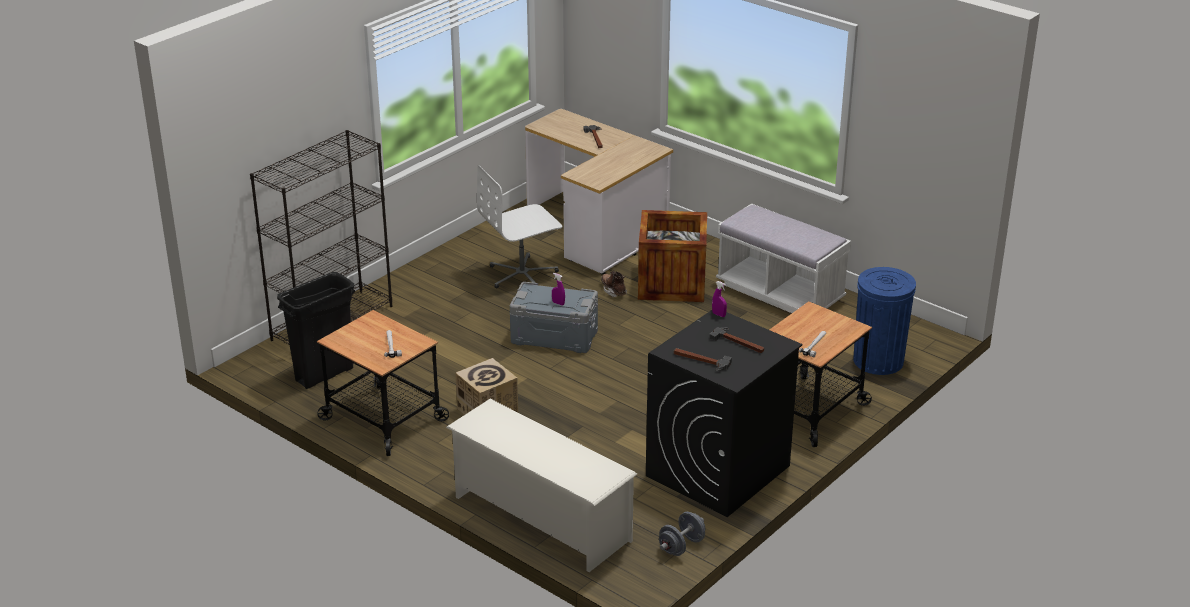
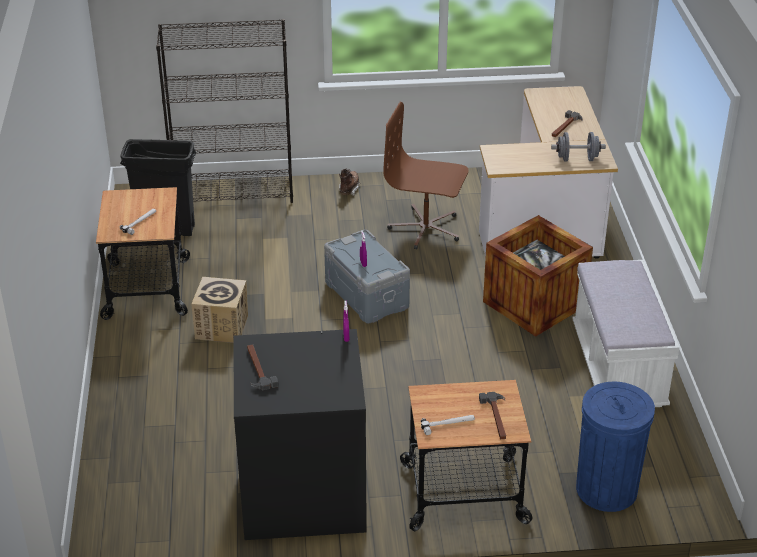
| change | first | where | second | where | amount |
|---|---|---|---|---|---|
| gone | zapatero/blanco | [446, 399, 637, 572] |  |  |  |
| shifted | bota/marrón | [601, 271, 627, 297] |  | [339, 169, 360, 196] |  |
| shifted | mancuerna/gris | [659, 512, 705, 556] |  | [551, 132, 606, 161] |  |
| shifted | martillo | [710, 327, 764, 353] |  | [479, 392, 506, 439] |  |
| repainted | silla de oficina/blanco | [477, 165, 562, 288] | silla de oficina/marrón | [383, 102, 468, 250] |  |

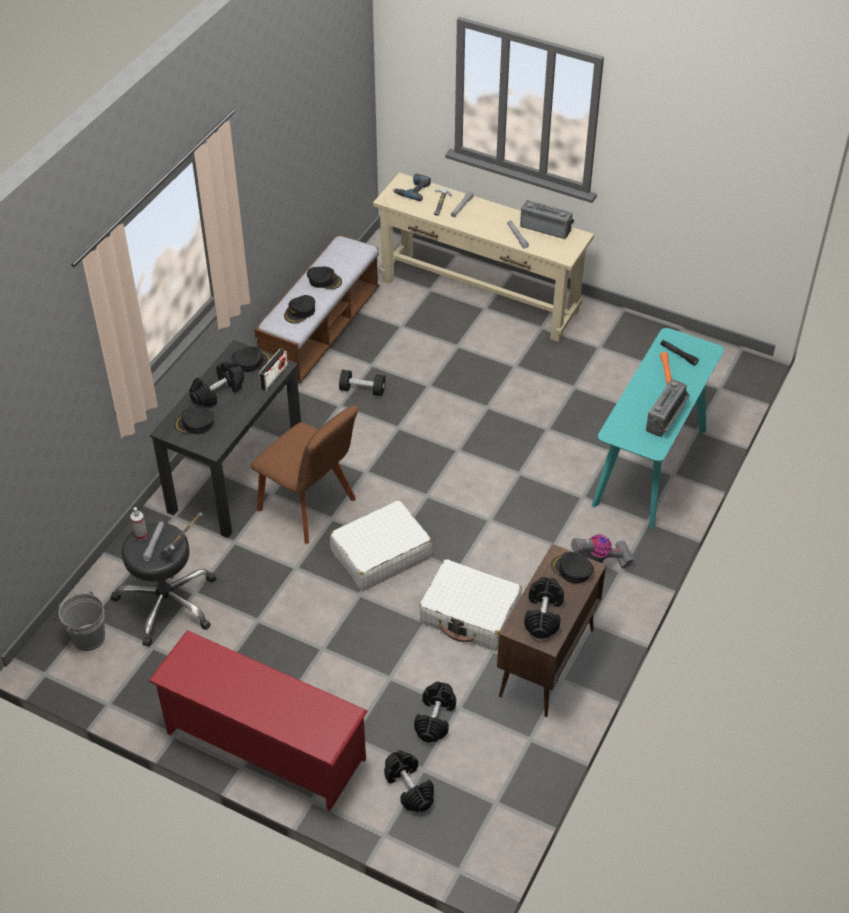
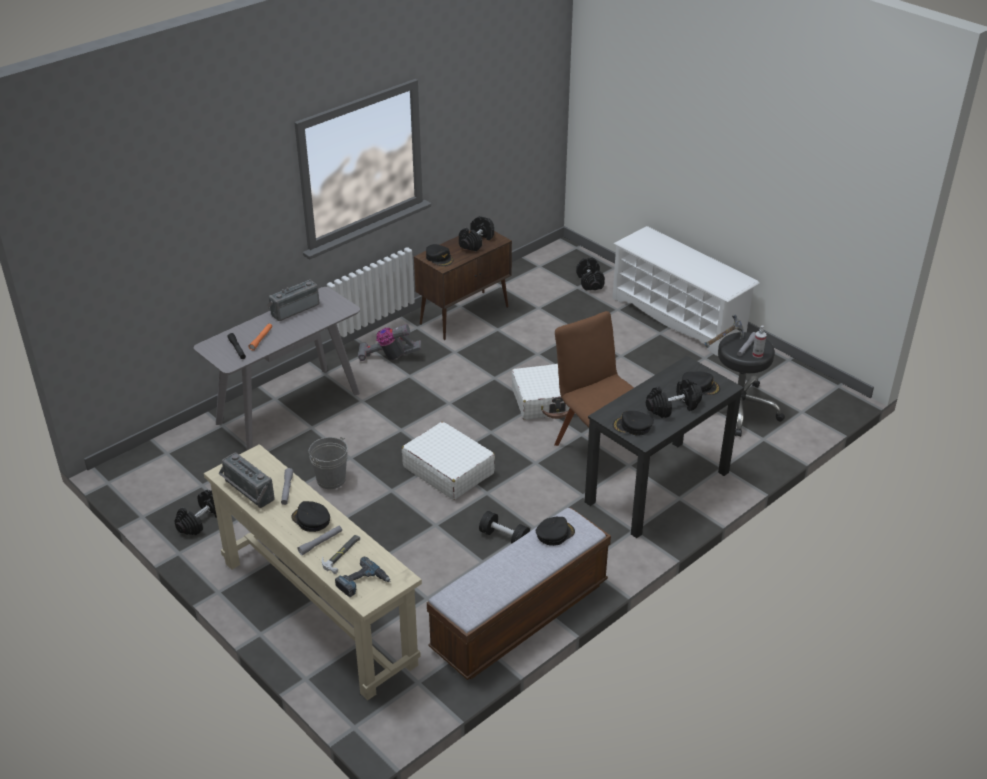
| change | first | where | second | where | amount |
|---|---|---|---|---|---|
| gone | radio | [259, 349, 288, 391] |  |  |  |
| shifted | cubo/gris | [59, 590, 105, 651] |  | [309, 437, 348, 489] |  |
| shifted | gorra/negro | [307, 267, 342, 289] |  | [291, 501, 330, 532] |  |
| shifted | mancuerna/negro | [414, 681, 456, 743] |  | [174, 490, 217, 535] |  |
| shifted | maleta/blanco | [419, 559, 522, 650] |  | [402, 422, 495, 500] |  |
| repainted | zapatero/rojo | [148, 630, 368, 811] | zapatero/blanco | [612, 226, 760, 356] |  |
| repainted | mesa consola/turquesa | [592, 328, 724, 529] | mesa consola/gris | [194, 287, 360, 450] |  |

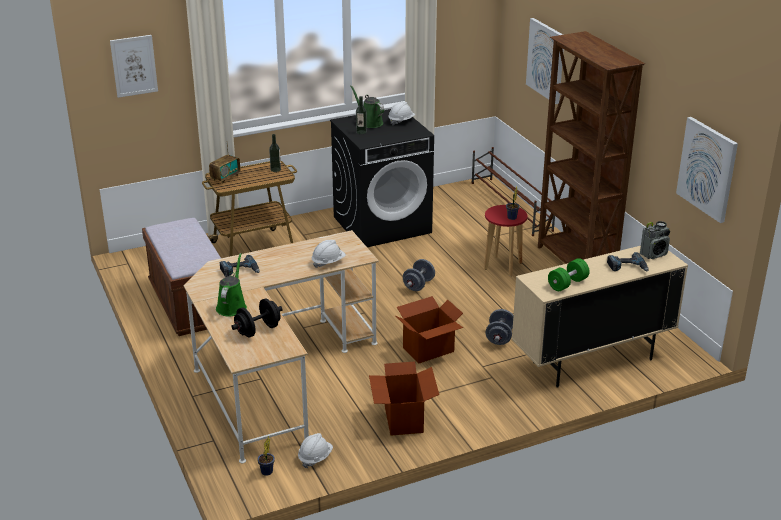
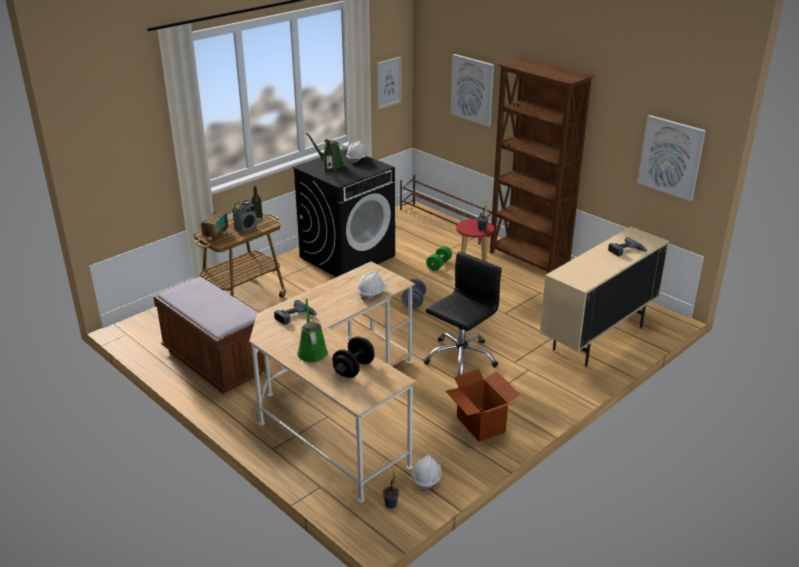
| change | first | where | second | where | amount |
|---|---|---|---|---|---|
| gone | mancuerna/gris | [486, 309, 513, 345] |  |  |  |
| shifted | cuadro | [110, 35, 158, 98] |  | [377, 57, 401, 110] |  |
| shifted | mancuerna/verde | [548, 258, 590, 291] |  | [426, 246, 452, 271] |  |
| shifted | radio | [640, 221, 670, 259] |  | [232, 200, 257, 232] |  |
| swapped | caja de cartón | [396, 296, 463, 364] | silla de oficina/negro | [423, 251, 502, 376] |  |

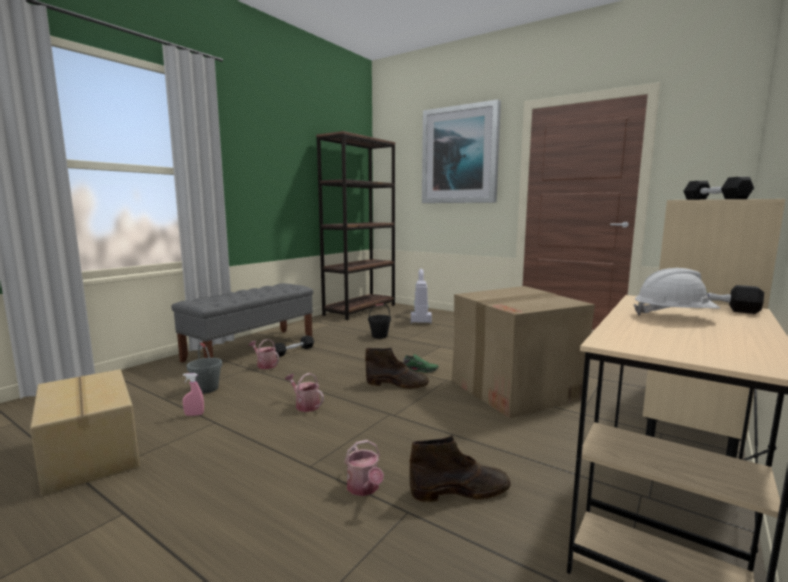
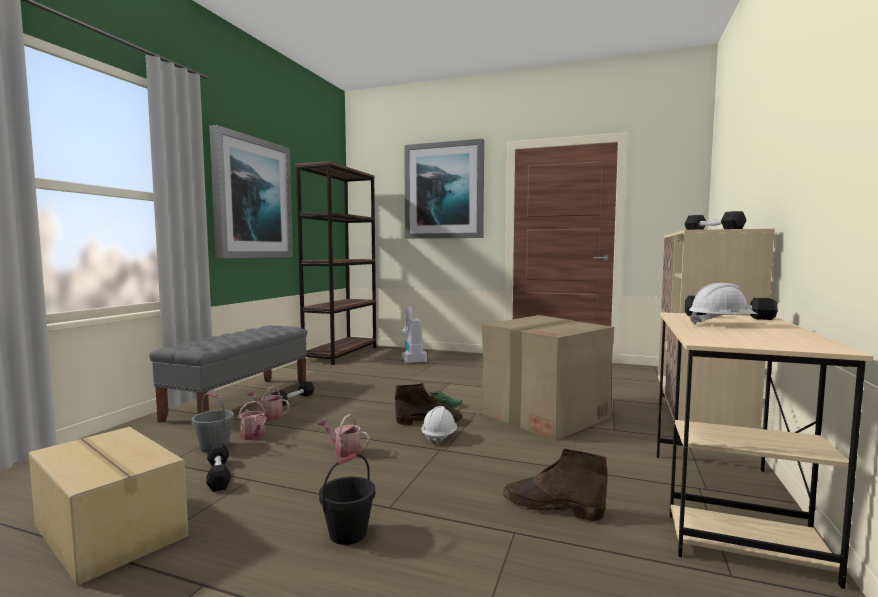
| change | first | where | second | where | amount |
|---|---|---|---|---|---|
| new |  |  | cuadro | [209, 125, 293, 258] |  |
| new |  |  | casco/blanco | [421, 406, 457, 445] |  |
| shifted | regadera | [344, 440, 384, 496] |  | [238, 401, 267, 440] |  |
| shifted | cubo/negro | [368, 303, 391, 339] |  | [319, 454, 375, 545] |  |
| swapped | pulverizador/rosa | [183, 373, 204, 416] | mancuerna/negro | [206, 443, 231, 492] |  |
| rotated | bota/marrón | [409, 435, 511, 502] |  | [503, 449, 608, 521] | 135 degrees counterclockwise |

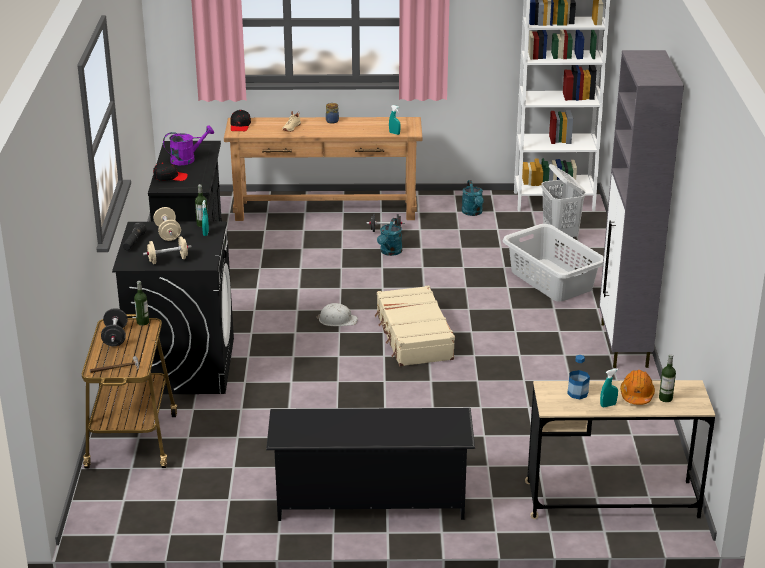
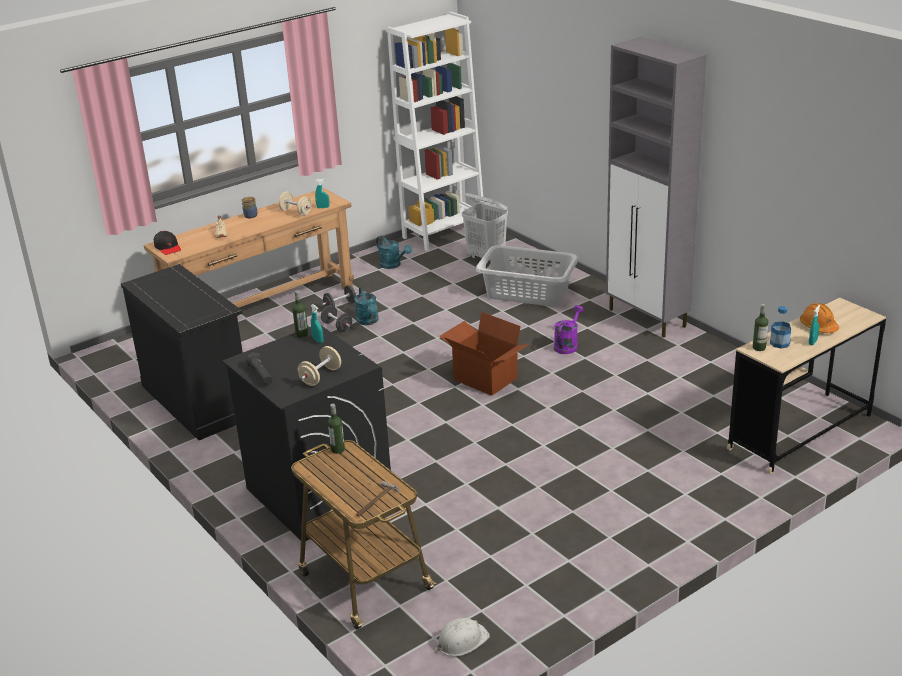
| change | first | where | second | where | amount |
|---|---|---|---|---|---|
| gone | gorra/negro | [153, 162, 188, 181] |  |  |  |
| gone | zapatero/negro | [266, 408, 475, 521] |  |  |  |
| shifted | mancuerna/negro | [101, 308, 128, 346] |  | [321, 305, 352, 332] |  |
| shifted | mancuerna/beis | [153, 207, 181, 241] |  | [279, 191, 312, 216] |  |
| shifted | regadera/morado | [163, 125, 214, 165] |  | [554, 305, 584, 354] |  |
| shifted | casco/blanco | [316, 303, 358, 326] |  | [437, 618, 490, 656] |  |
| shifted | botella | [659, 354, 676, 402] |  | [753, 304, 768, 351] |  |
| swapped | maleta/beis | [375, 285, 455, 366] | caja de cartón | [439, 312, 529, 396] |  |

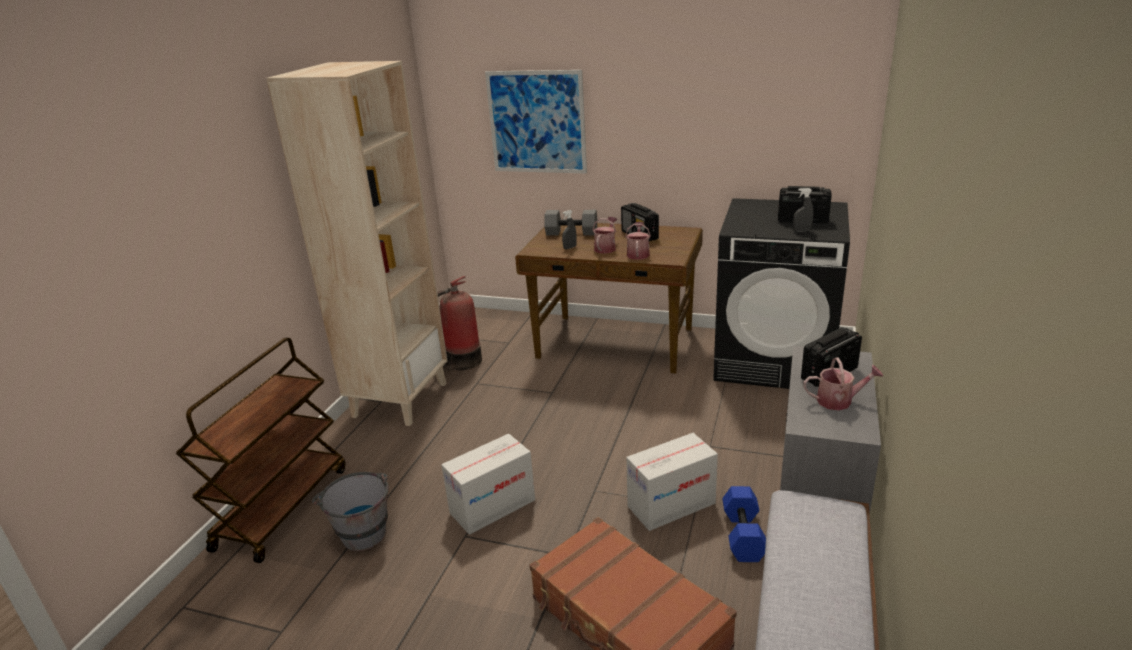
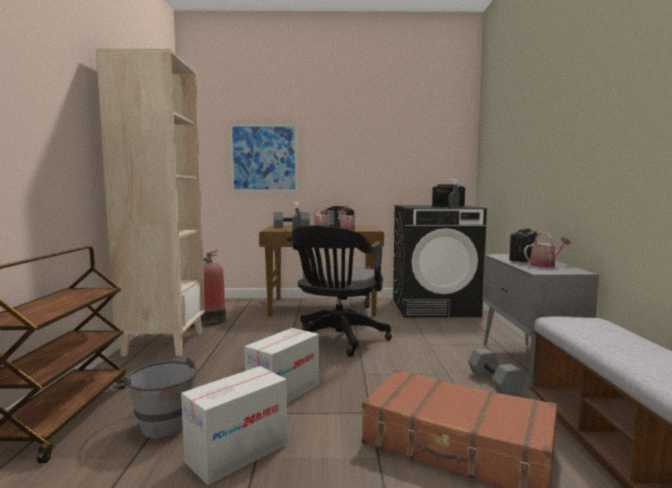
| change | first | where | second | where | amount |
|---|---|---|---|---|---|
| new |  |  | silla de oficina/negro | [292, 225, 392, 357] |  |
| shifted | caja de cartón | [626, 433, 718, 531] |  | [181, 366, 287, 485] |  |
| repainted | mancuerna/azul | [722, 486, 766, 562] | mancuerna/gris | [468, 348, 527, 396] |  |

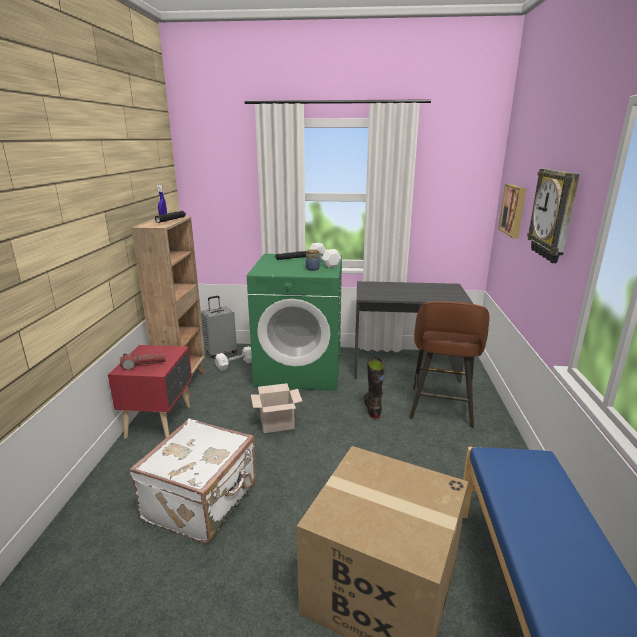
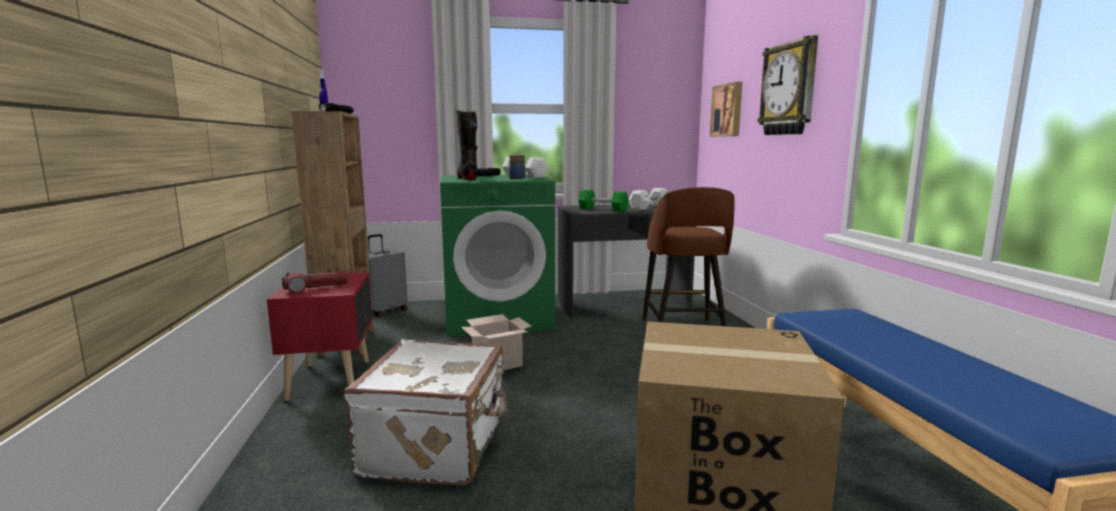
| change | first | where | second | where | amount |
|---|---|---|---|---|---|
| new |  |  | mancuerna/verde | [578, 190, 629, 212] |  |
| shifted | mancuerna/blanco | [215, 346, 252, 371] |  | [629, 188, 668, 210] |  |
| shifted | bota/negro | [364, 358, 385, 418] |  | [456, 110, 478, 180] |  |

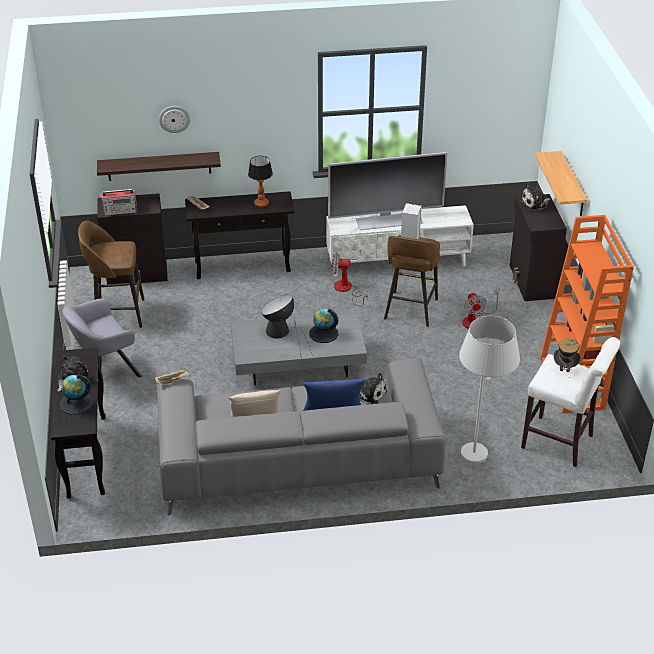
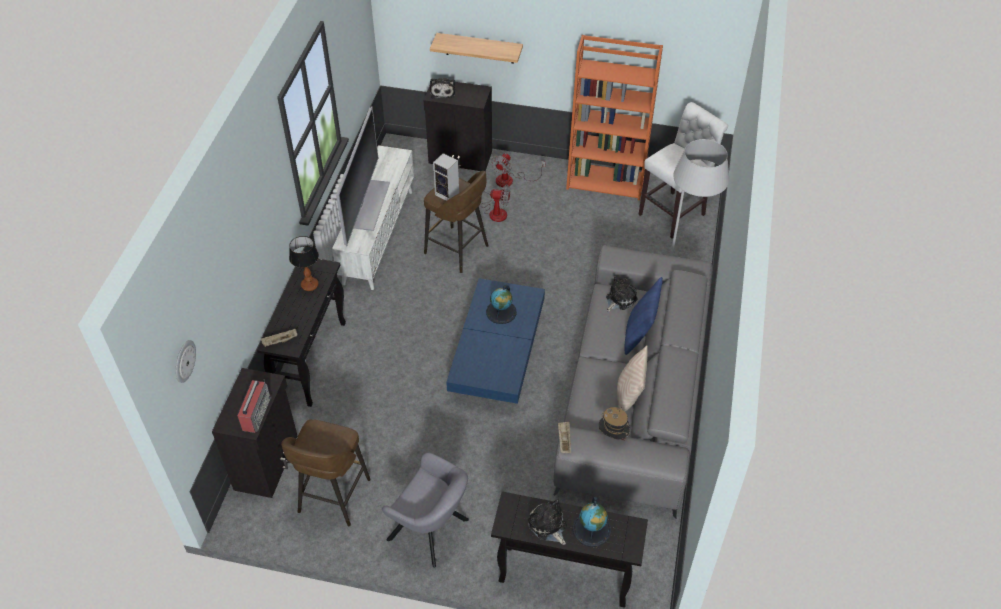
| change | first | where | second | where | amount |
|---|---|---|---|---|---|
| gone | estante | [97, 152, 221, 181] |  |  |  |
| gone | lámpara de mesa | [261, 294, 313, 356] |  |  |  |
| shifted | reloj de pared | [159, 106, 190, 133] |  | [176, 340, 196, 383] |  |
| shifted | ventilador | [332, 252, 368, 306] |  | [491, 153, 545, 187] |  |
| shifted | sombrero | [554, 338, 580, 379] |  | [599, 407, 630, 441] |  |
| repainted | mesa de centro/gris | [231, 312, 367, 386] | mesa de centro/azul | [446, 278, 545, 404] |  |
| rotated | sillón/gris | [62, 299, 142, 377] |  | [382, 453, 469, 568] | 45 degrees counterclockwise |

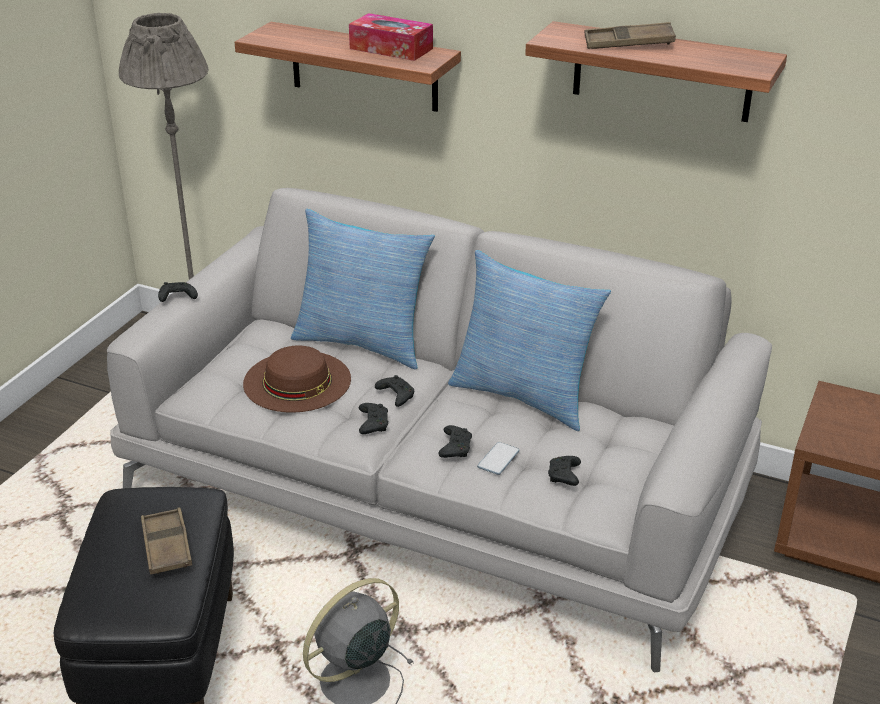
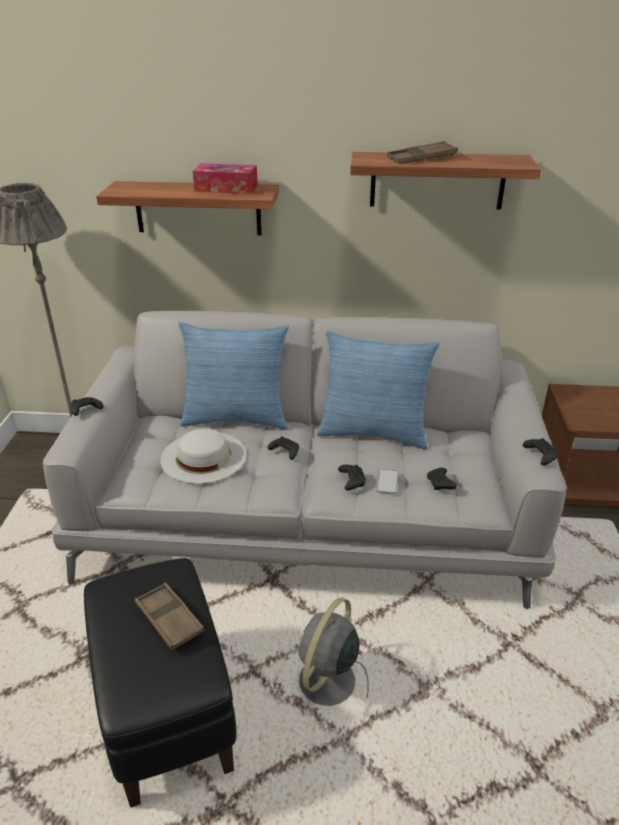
| change | first | where | second | where | amount |
|---|---|---|---|---|---|
| shifted | mando de consola/negro | [359, 403, 388, 434] |  | [523, 438, 558, 466] |  |
| repainted | sombrero/marrón | [243, 346, 351, 413] | sombrero/blanco | [160, 428, 246, 484] |  |

